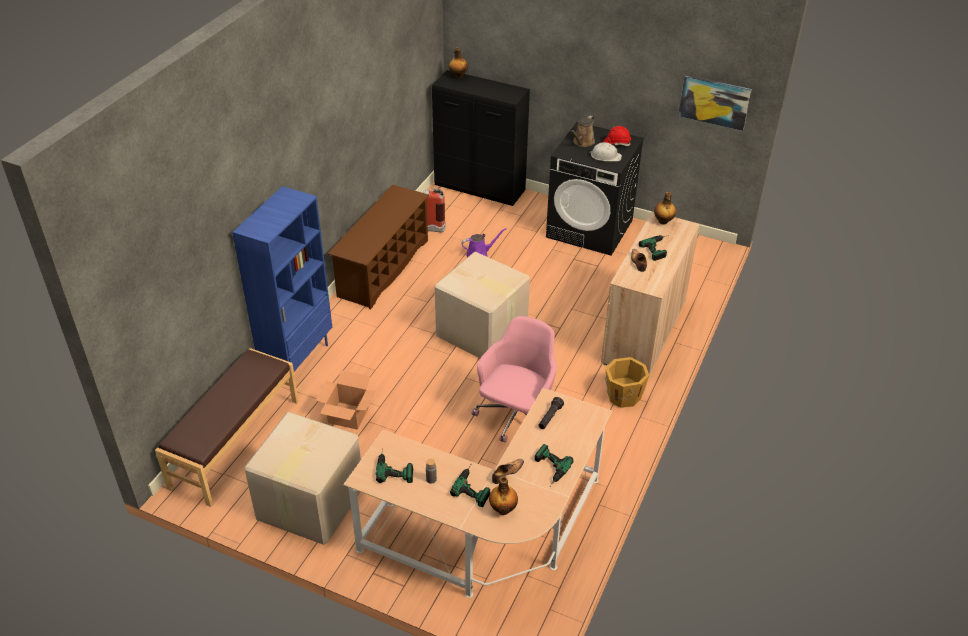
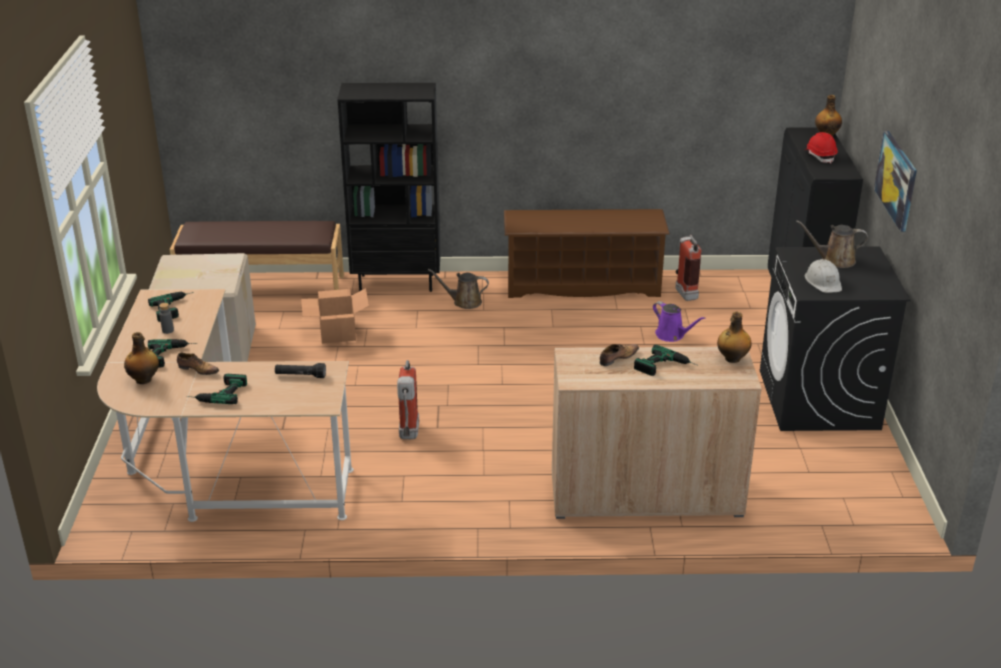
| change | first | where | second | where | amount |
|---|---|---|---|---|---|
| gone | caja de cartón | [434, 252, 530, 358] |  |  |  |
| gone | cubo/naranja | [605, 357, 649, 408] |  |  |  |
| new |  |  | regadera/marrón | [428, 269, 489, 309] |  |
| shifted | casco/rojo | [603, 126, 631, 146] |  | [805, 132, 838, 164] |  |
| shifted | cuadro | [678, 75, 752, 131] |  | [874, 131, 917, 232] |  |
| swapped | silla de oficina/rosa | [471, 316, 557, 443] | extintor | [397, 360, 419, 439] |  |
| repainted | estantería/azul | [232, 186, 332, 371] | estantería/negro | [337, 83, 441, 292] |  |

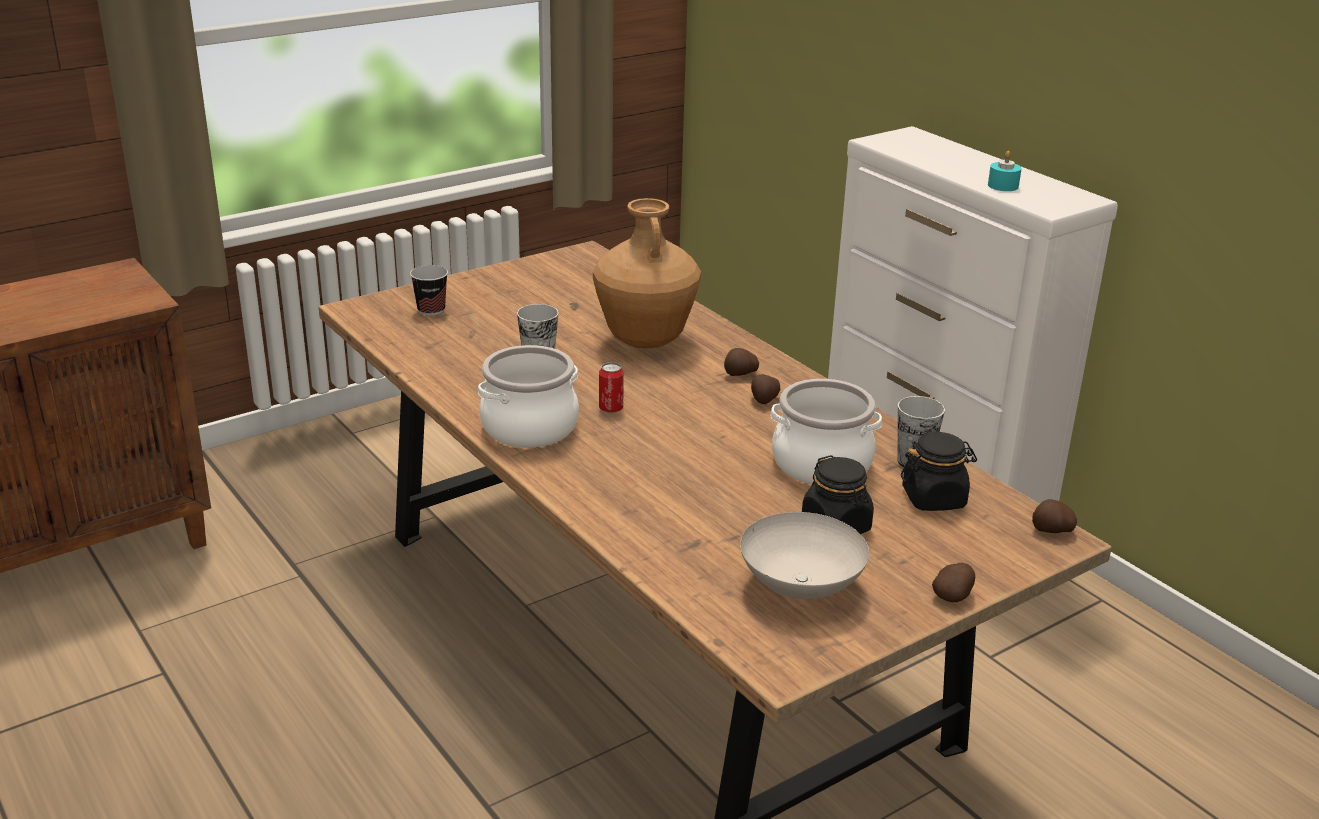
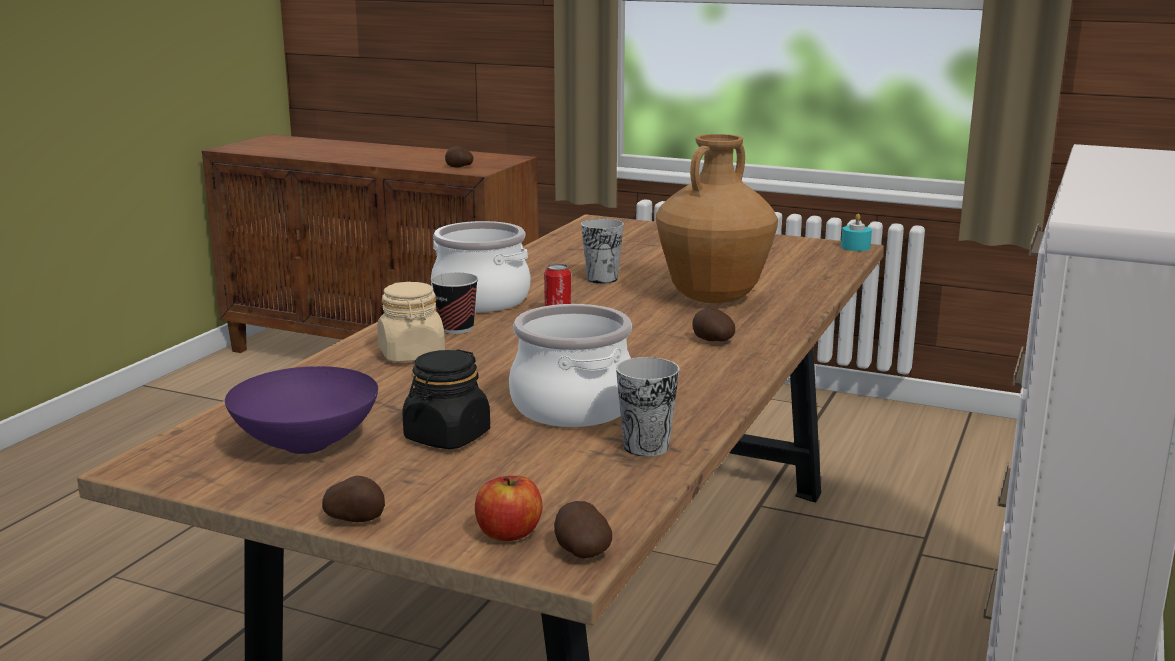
| change | first | where | second | where | amount |
|---|---|---|---|---|---|
| gone | tarro/negro | [901, 432, 977, 511] |  |  |  |
| new |  |  | tarro/beis | [377, 282, 445, 362] |  |
| new |  |  | manzana | [475, 476, 542, 541] |  |
| shifted | taza | [410, 265, 448, 316] |  | [431, 272, 478, 334] |  |
| shifted | patata | [751, 374, 780, 404] |  | [445, 146, 473, 168] |  |
| shifted | vela/turquesa | [988, 151, 1022, 191] |  | [841, 213, 872, 251] |  |
| repainted | cuenco/blanco | [740, 512, 869, 599] | cuenco/morado | [225, 366, 378, 454] |  |

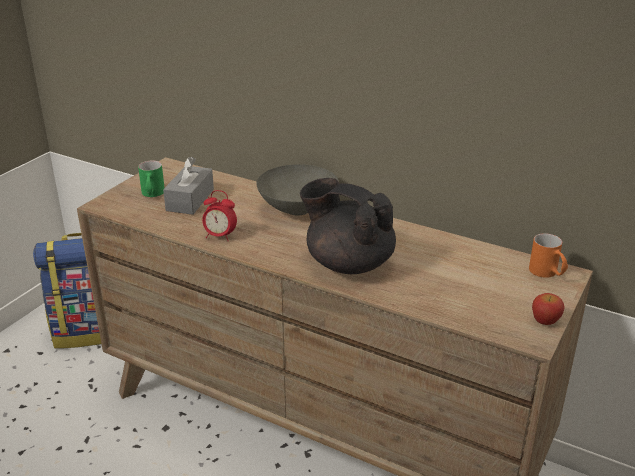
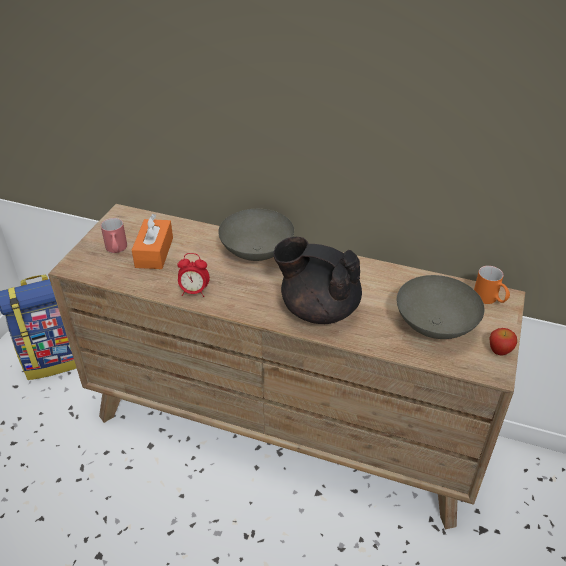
| change | first | where | second | where | amount |
|---|---|---|---|---|---|
| new |  |  | cuenco/gris | [397, 275, 485, 339] |  |
| repainted | taza grande/verde | [138, 161, 165, 197] | taza grande/rojo | [101, 218, 127, 253] |  |
| repainted | caja de pañuelos/gris | [163, 157, 214, 215] | caja de pañuelos/naranja | [132, 214, 173, 269] |  |

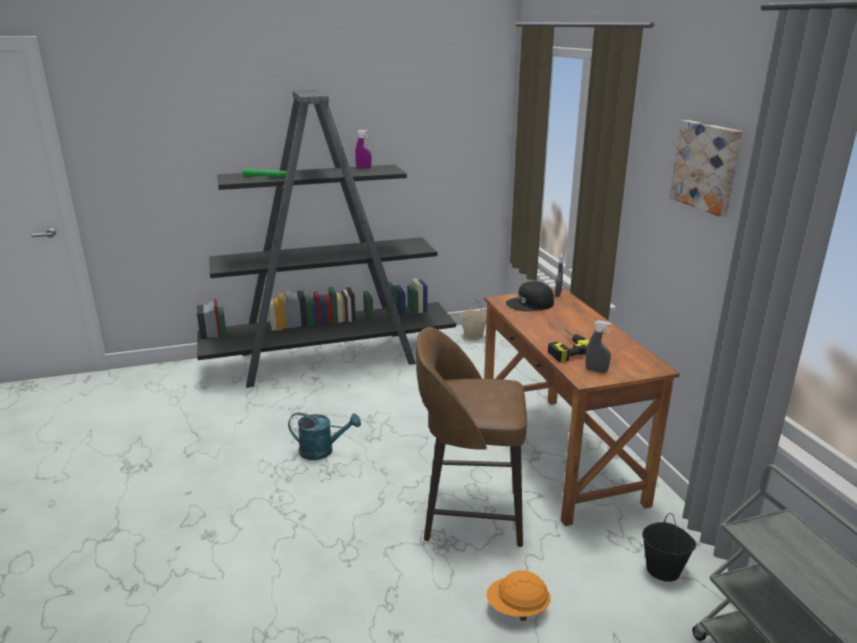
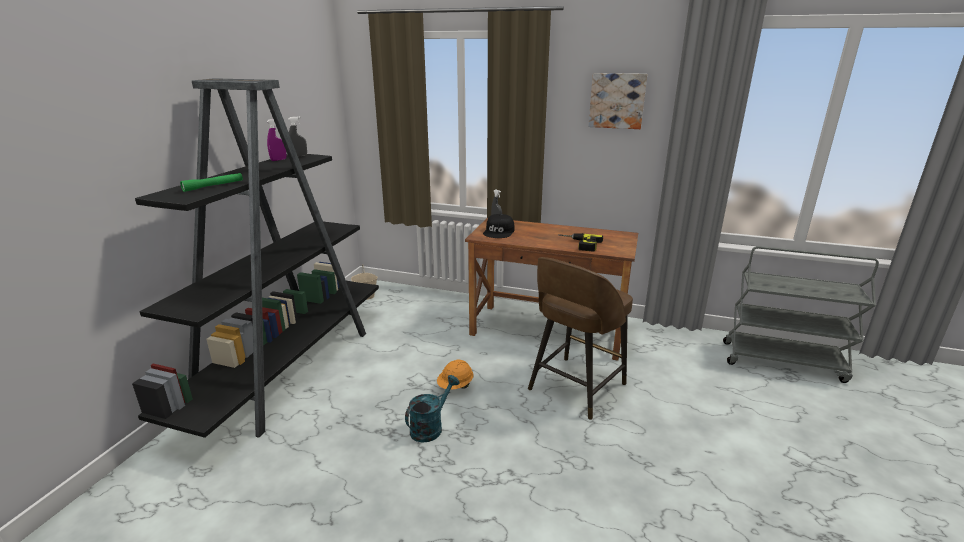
| change | first | where | second | where | amount |
|---|---|---|---|---|---|
| gone | cubo/negro | [642, 513, 697, 582] |  |  |  |
| shifted | casco/naranja | [486, 570, 551, 621] |  | [437, 359, 474, 390] |  |
| shifted | pulverizador/gris | [586, 320, 611, 373] |  | [289, 116, 307, 157] |  |

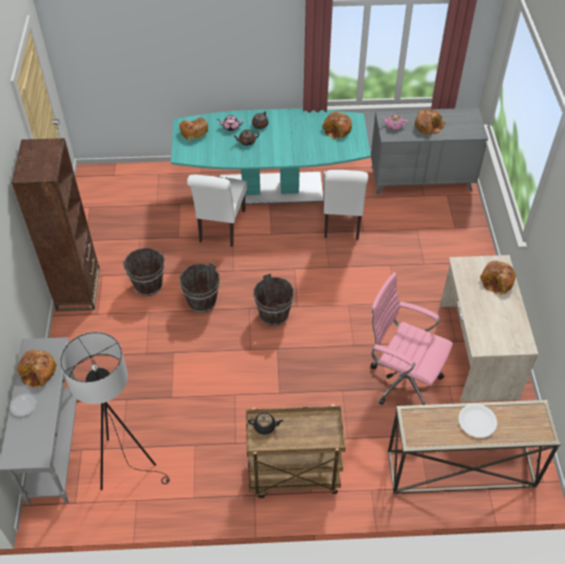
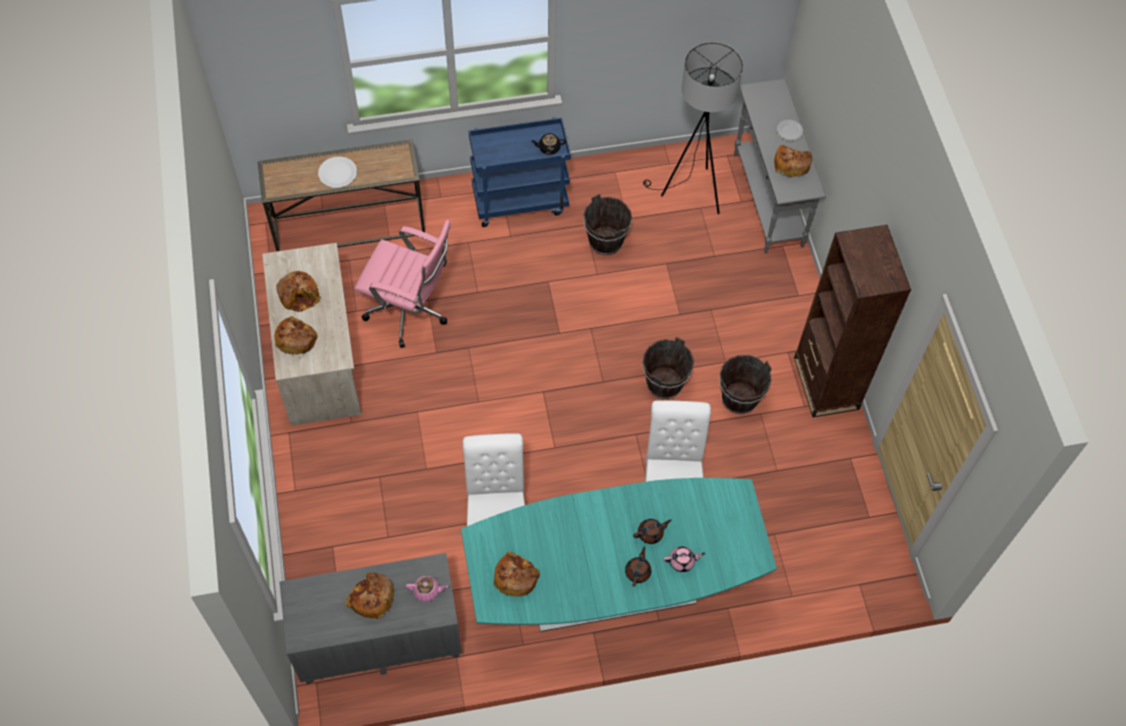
| change | first | where | second | where | amount |
|---|---|---|---|---|---|
| shifted | pan | [179, 117, 208, 141] |  | [276, 271, 321, 312] |  |
| shifted | cubo/marrón | [253, 273, 294, 326] |  | [583, 194, 632, 255] |  |
| repainted | carrito/marrón | [246, 404, 345, 498] | carrito/azul | [469, 117, 571, 227] |  |

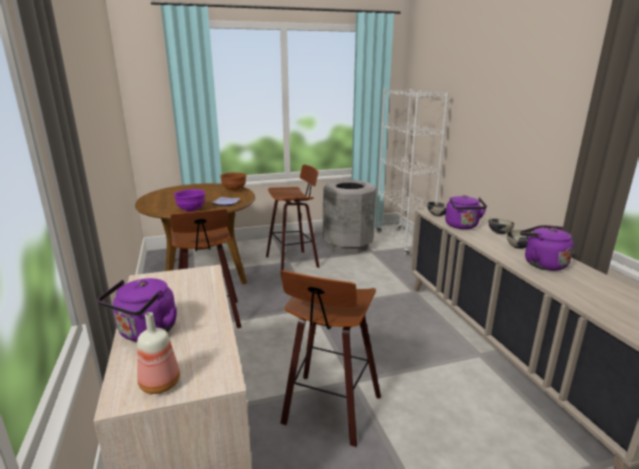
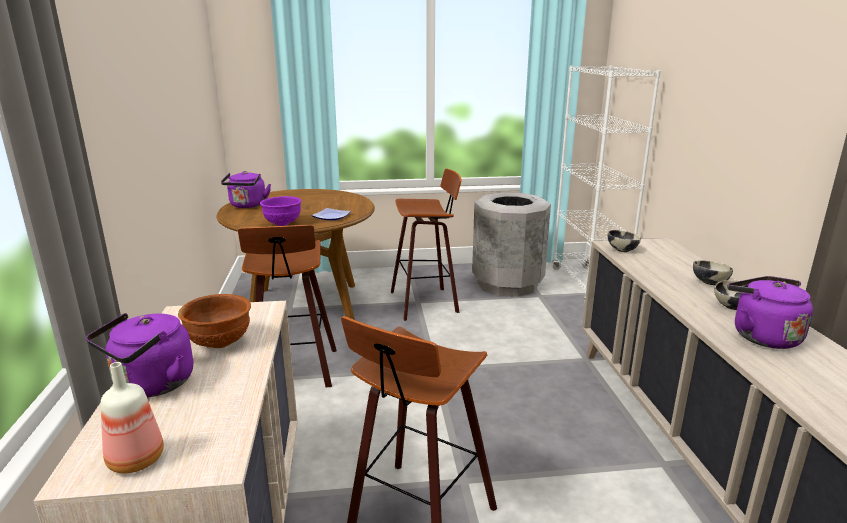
| change | first | where | second | where | amount |
|---|---|---|---|---|---|
| shifted | cuenco/marrón | [220, 172, 247, 191] |  | [178, 294, 251, 348] |  |
| shifted | hervidor/morado | [445, 195, 487, 229] |  | [221, 171, 271, 208] |  |

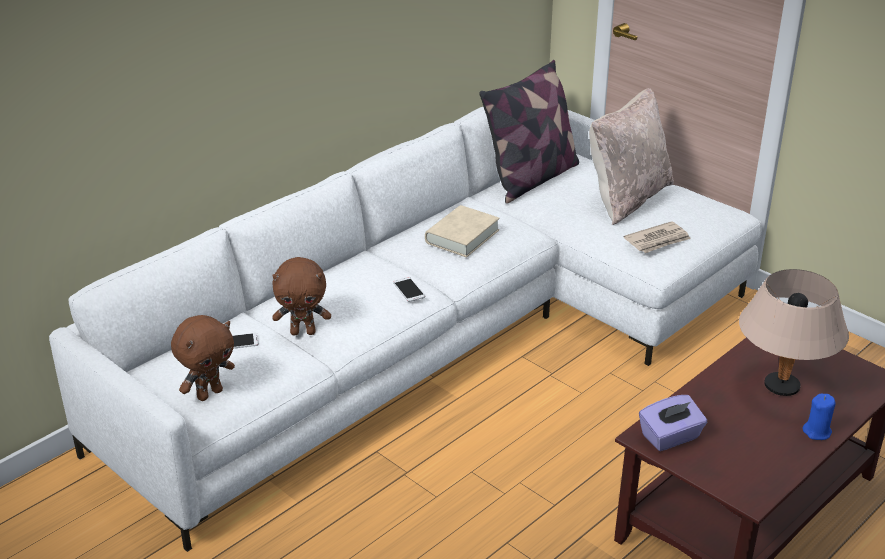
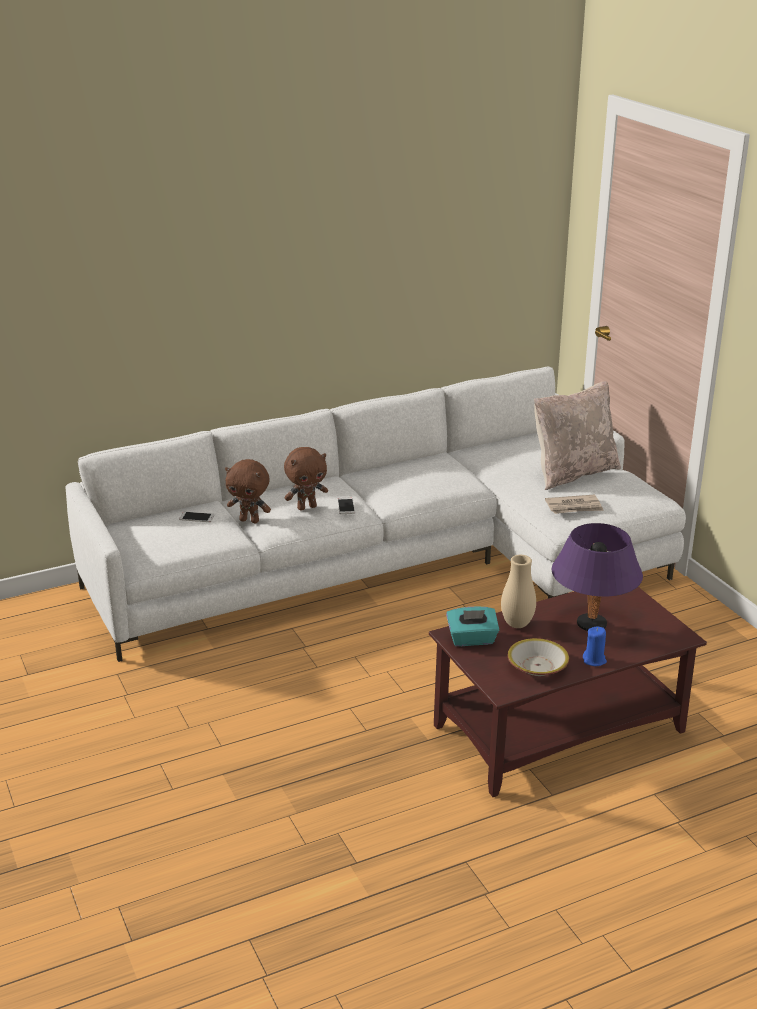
| change | first | where | second | where | amount |
|---|---|---|---|---|---|
| gone | libro/beis | [425, 205, 500, 257] |  |  |  |
| gone | cojín | [479, 60, 579, 204] |  |  |  |
| new |  |  | florero/beis | [501, 555, 536, 628] |  |
| new |  |  | cuenco | [508, 638, 569, 676] |  |
| shifted | peluche/marrón | [171, 315, 235, 401] |  | [284, 447, 328, 510] |  |
| repainted | caja de pañuelos/morado | [639, 395, 708, 451] | caja de pañuelos/turquesa | [446, 607, 499, 646] |  |
| repainted | lámpara de mesa/beis | [739, 269, 849, 396] | lámpara de mesa/morado | [552, 523, 643, 631] |  |

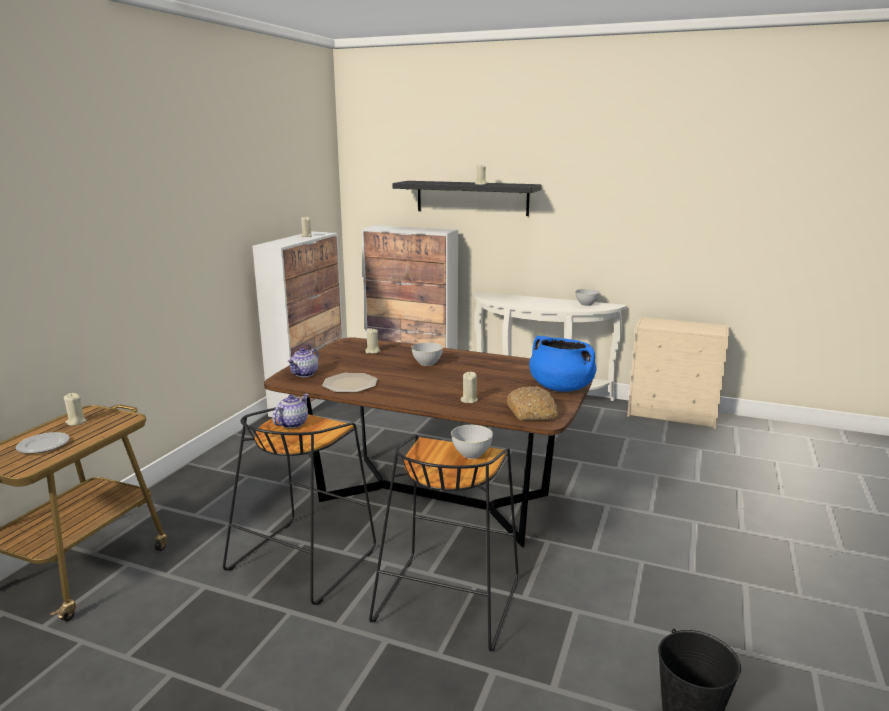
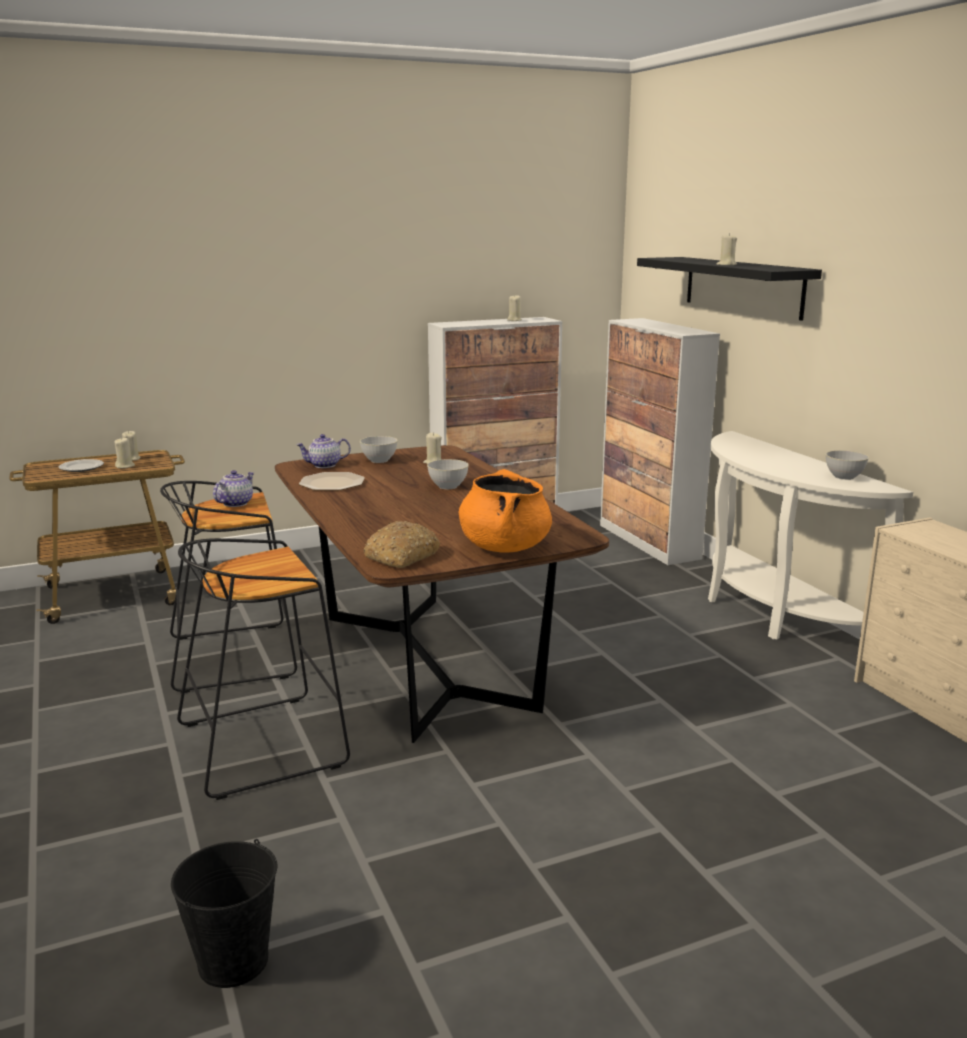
| change | first | where | second | where | amount |
|---|---|---|---|---|---|
| shifted | cuenco/gris | [451, 425, 493, 459] |  | [360, 436, 397, 463] |  |
| shifted | vela/beis | [461, 372, 478, 403] |  | [114, 437, 135, 468] |  |
| repainted | olla/azul | [529, 336, 597, 392] | olla/naranja | [459, 469, 552, 553] |  |
| rotated | tetera | [272, 394, 309, 428] |  | [213, 470, 254, 507] | 45 degrees counterclockwise |

